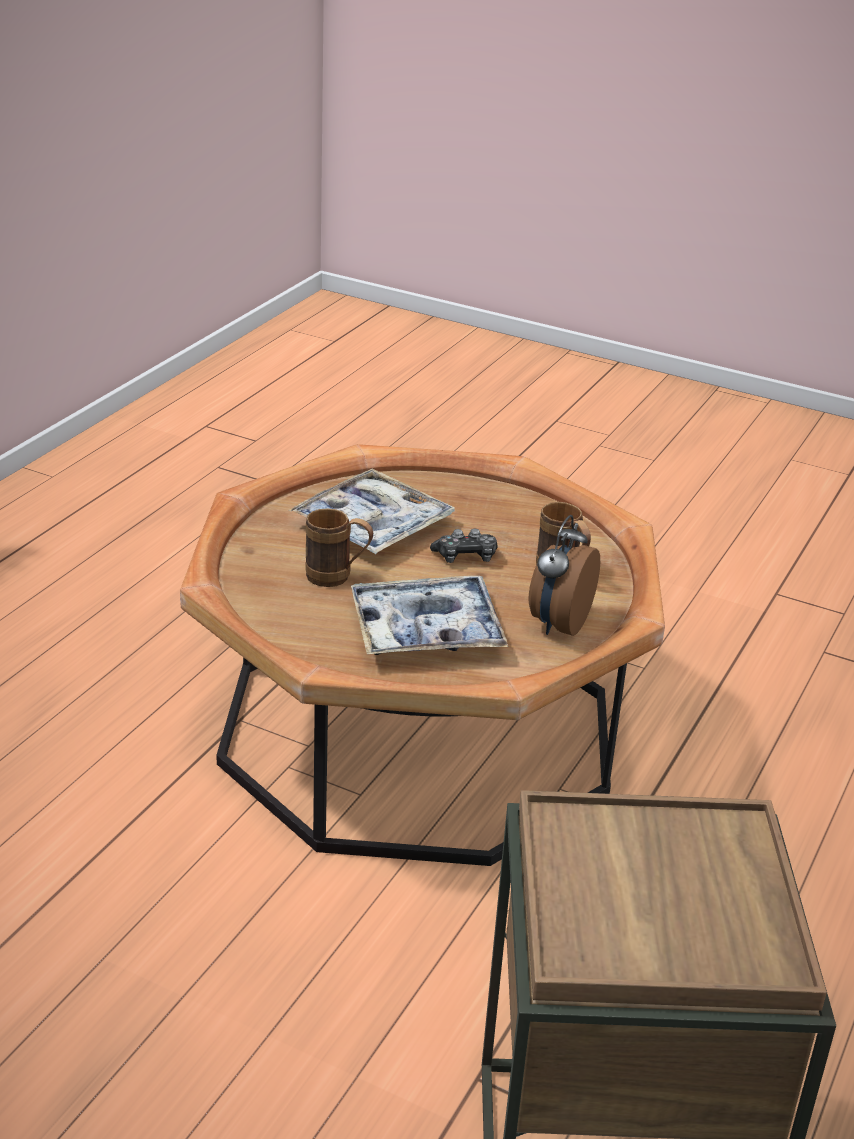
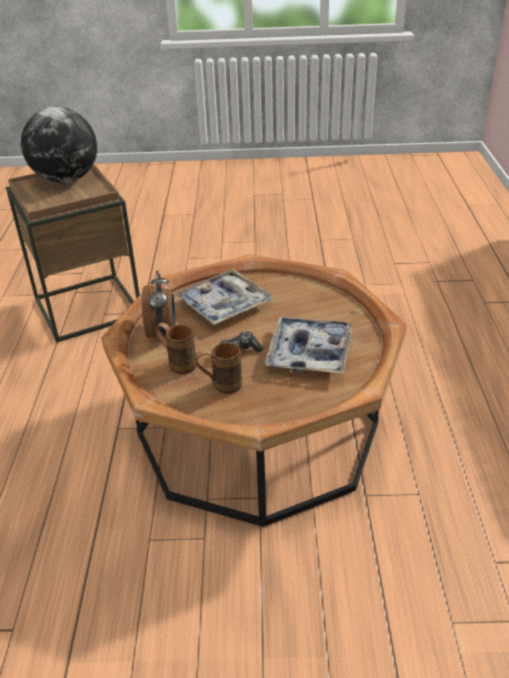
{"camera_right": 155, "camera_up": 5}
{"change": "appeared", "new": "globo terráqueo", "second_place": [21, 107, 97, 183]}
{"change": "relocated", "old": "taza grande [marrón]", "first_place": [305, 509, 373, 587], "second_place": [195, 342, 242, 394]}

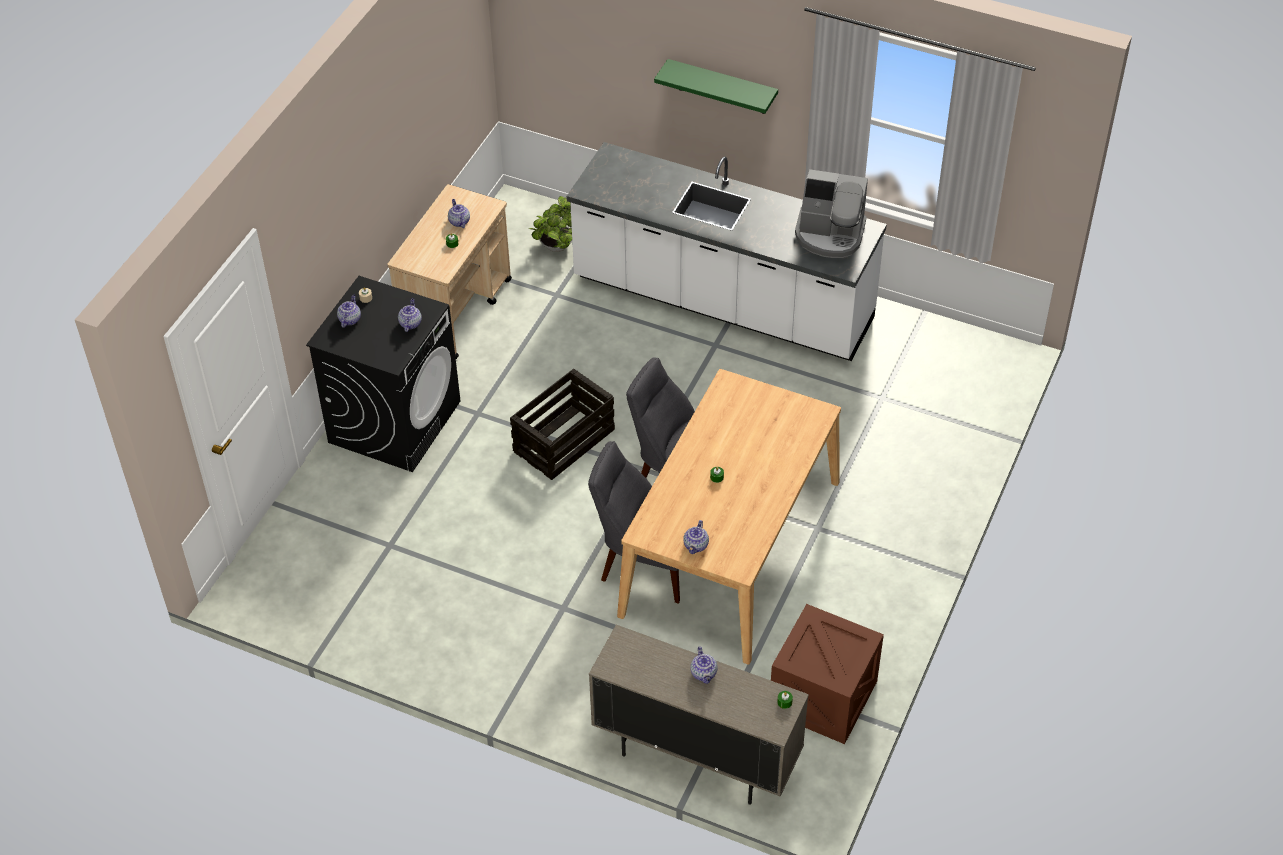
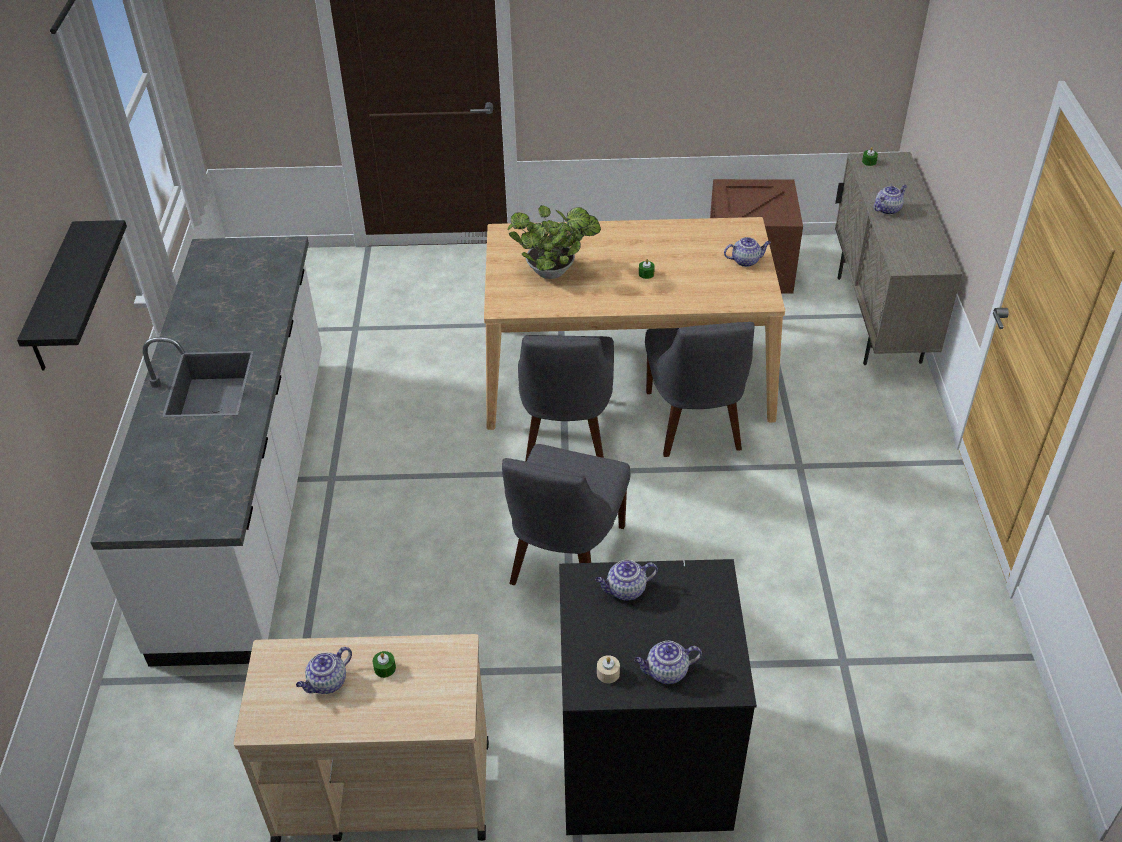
{"camera_right": -115, "camera_up": -5}
{"change": "missing", "old": "cafetera", "first_place": [795, 169, 868, 258]}
{"change": "relocated", "old": "planta en maceta", "first_place": [529, 196, 572, 252], "second_place": [507, 205, 601, 279]}
{"change": "exchanged", "old": "caja de embalaje", "new": "silla [gris]", "first_place": [510, 369, 615, 480], "second_place": [502, 444, 630, 585]}
{"change": "colour", "old": "estante [verde]", "new": "estante [negro]", "first_place": [654, 59, 778, 114], "second_place": [17, 220, 127, 371]}

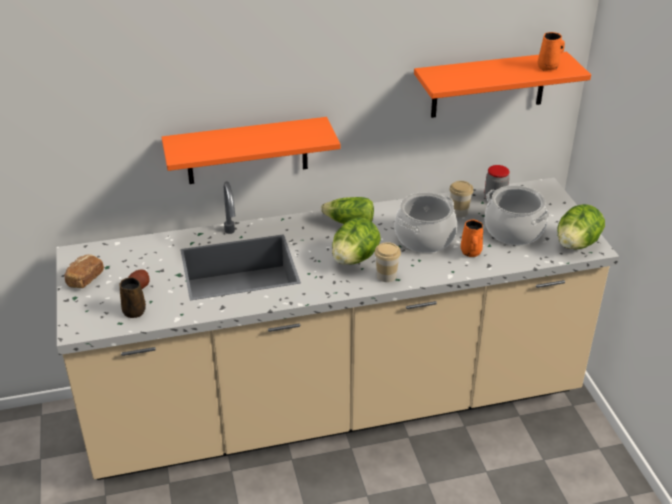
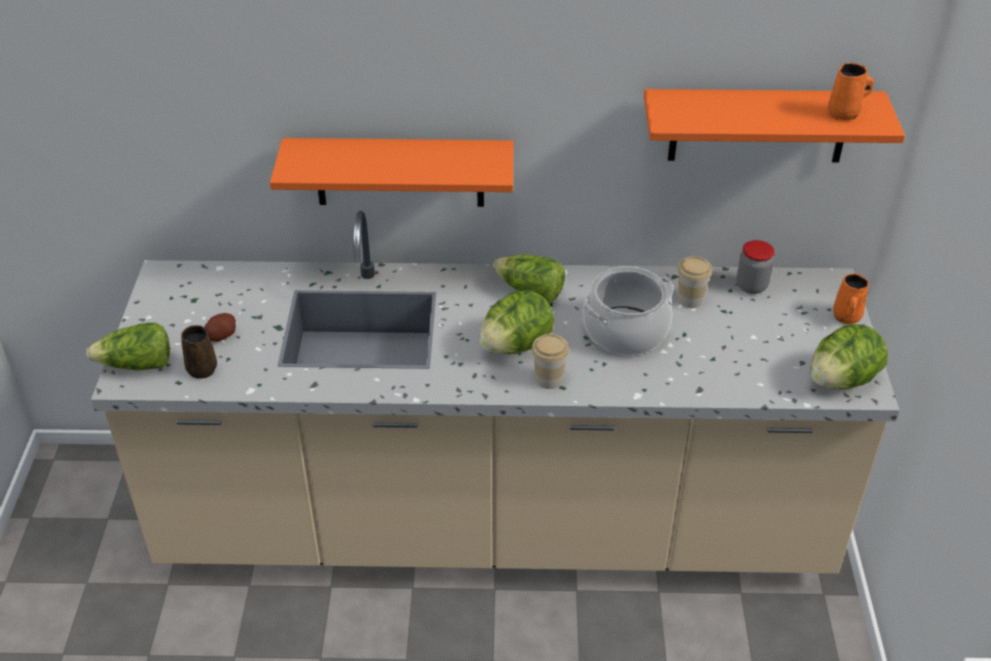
{"camera_right": 15, "camera_up": 5}
{"change": "missing", "old": "pan", "first_place": [64, 254, 104, 288]}
{"change": "missing", "old": "olla", "first_place": [485, 185, 550, 245]}
{"change": "appeared", "new": "lechuga", "second_place": [86, 323, 170, 370]}
{"change": "relocated", "old": "taza grande [naranja]", "first_place": [461, 220, 483, 257], "second_place": [833, 273, 869, 324]}

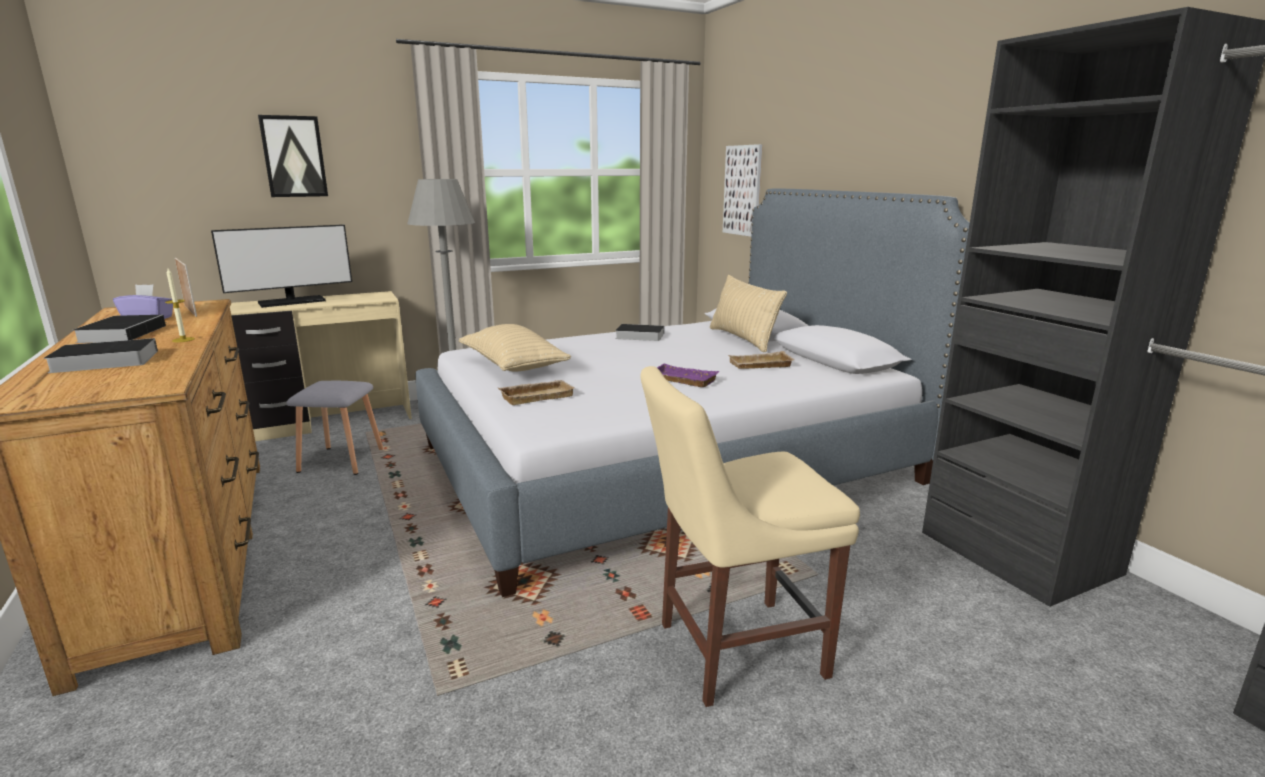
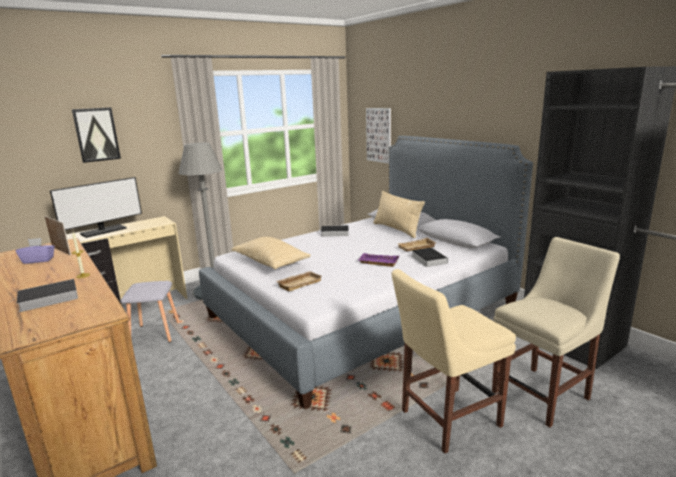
{"camera_right": -10, "camera_up": 0}
{"change": "appeared", "new": "silla [beis]", "second_place": [492, 237, 620, 428]}
{"change": "relocated", "old": "libro", "first_place": [72, 315, 166, 343], "second_place": [411, 247, 448, 267]}

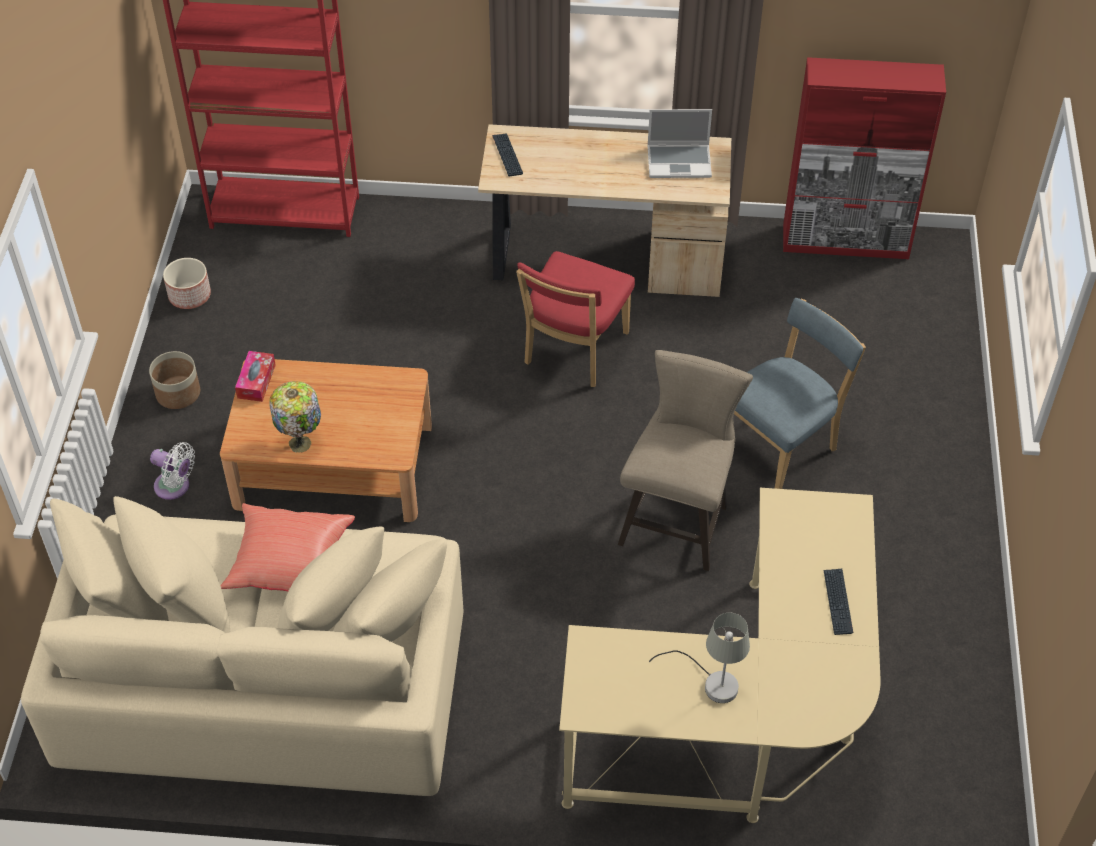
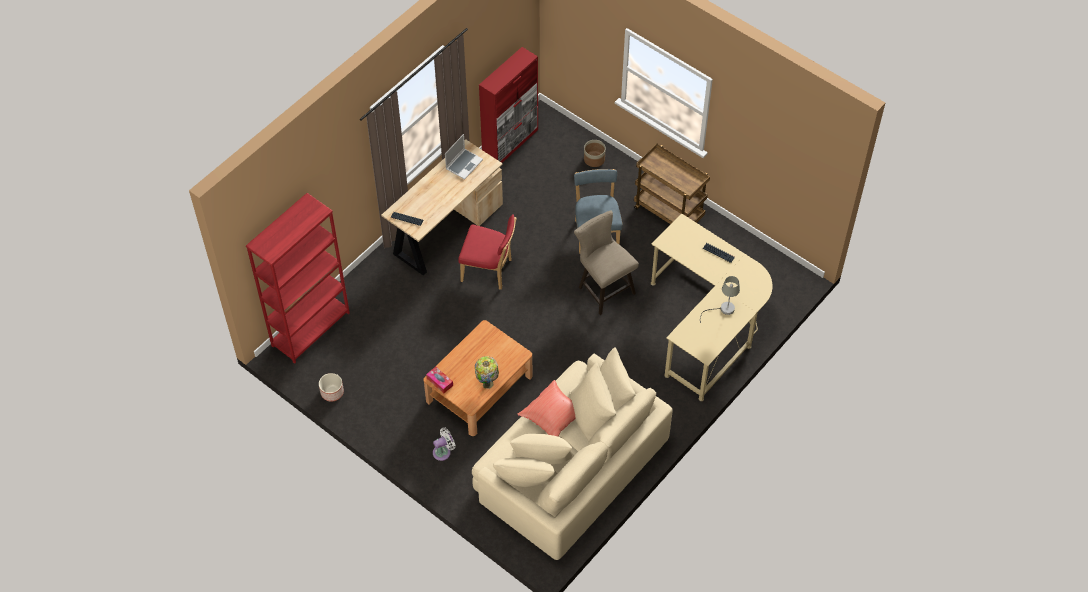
{"camera_right": -55, "camera_up": 5}
{"change": "appeared", "new": "carrito [marrón]", "second_place": [634, 143, 710, 224]}
{"change": "relocated", "old": "maceta", "first_place": [149, 351, 200, 409], "second_place": [584, 140, 606, 167]}
{"change": "spun", "old": "silla [rojo]", "first_place": [516, 251, 635, 387], "second_place": [458, 214, 517, 290], "degrees": -45}

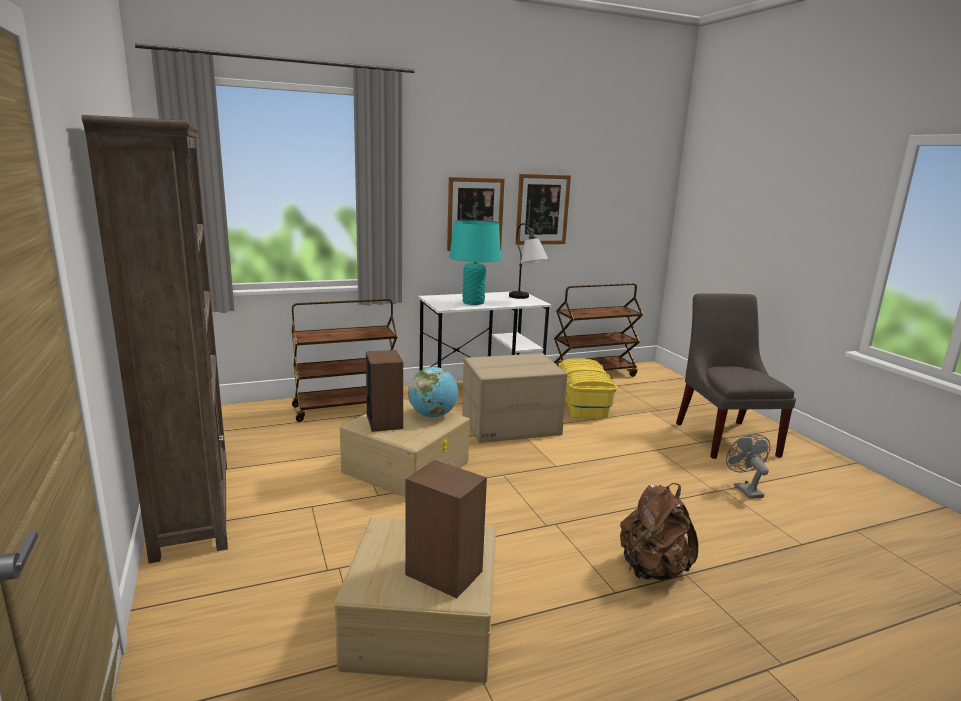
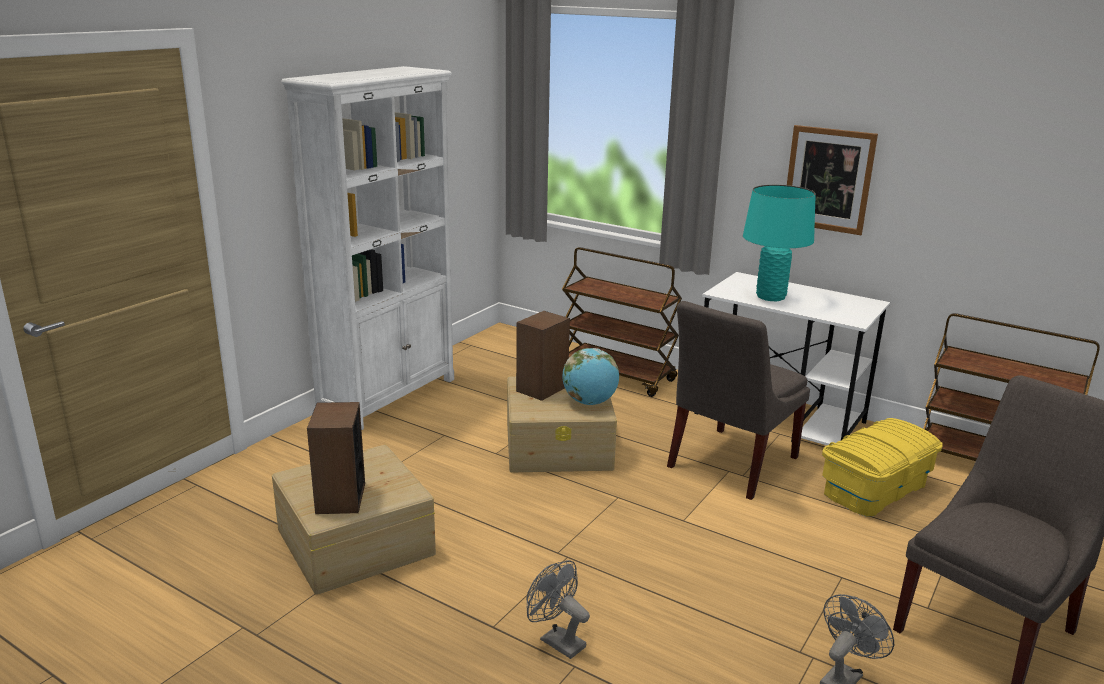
{"camera_right": 55, "camera_up": 5}
{"change": "missing", "old": "lámpara de mesa", "first_place": [509, 223, 549, 299]}
{"change": "missing", "old": "cuadro", "first_place": [516, 174, 571, 245]}
{"change": "exchanged", "old": "caja de cartón", "new": "silla [gris]", "first_place": [462, 353, 567, 443], "second_place": [667, 301, 810, 500]}
{"change": "exchanged", "old": "mochila [marrón]", "new": "ventilador [gris]", "first_place": [620, 483, 698, 580], "second_place": [526, 560, 590, 659]}
{"change": "colour", "old": "estantería [marrón]", "new": "estantería [blanco]", "first_place": [82, 115, 228, 563], "second_place": [281, 66, 454, 430]}

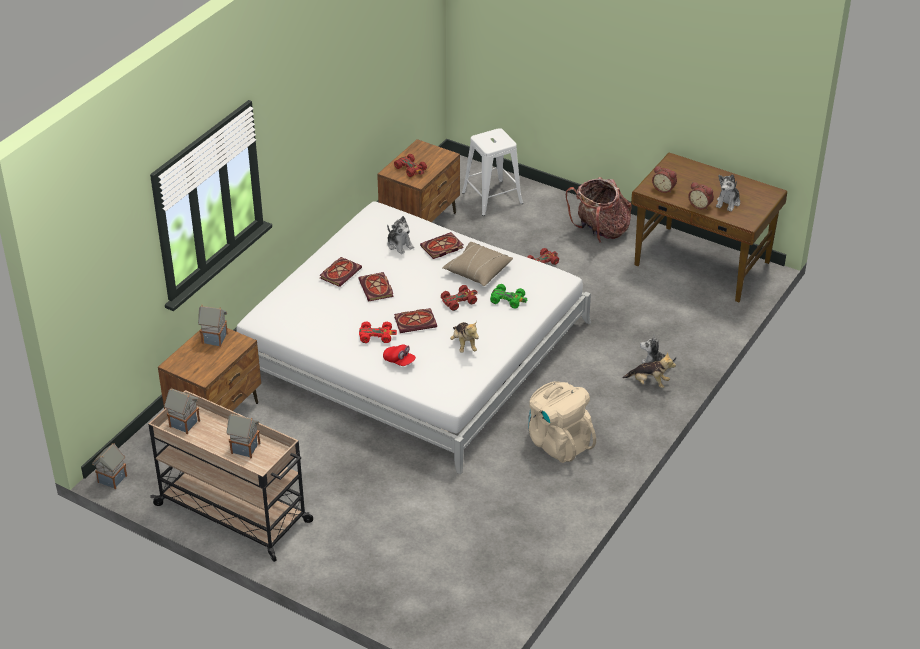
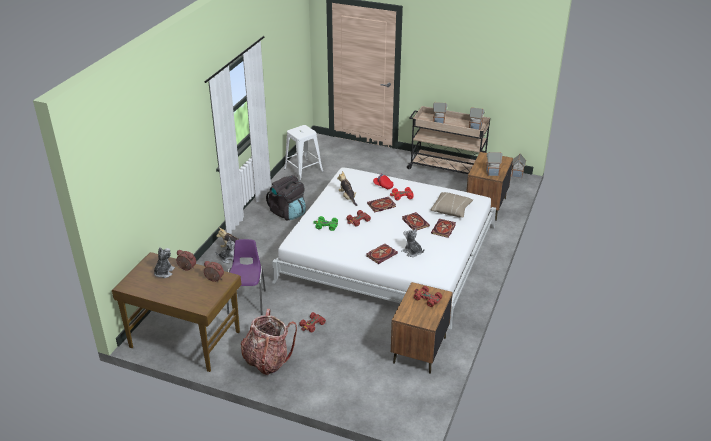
{"camera_right": 170, "camera_up": -5}
{"change": "appeared", "new": "silla [morado]", "second_place": [227, 239, 266, 315]}
{"change": "relocated", "old": "cojín [beis]", "first_place": [442, 242, 513, 286], "second_place": [431, 192, 473, 217]}
{"change": "relocated", "old": "taburete [blanco]", "first_place": [462, 128, 523, 216], "second_place": [284, 125, 324, 181]}
{"change": "colour", "old": "mochila [beis]", "new": "mochila [negro]", "first_place": [528, 381, 596, 463], "second_place": [266, 175, 306, 221]}

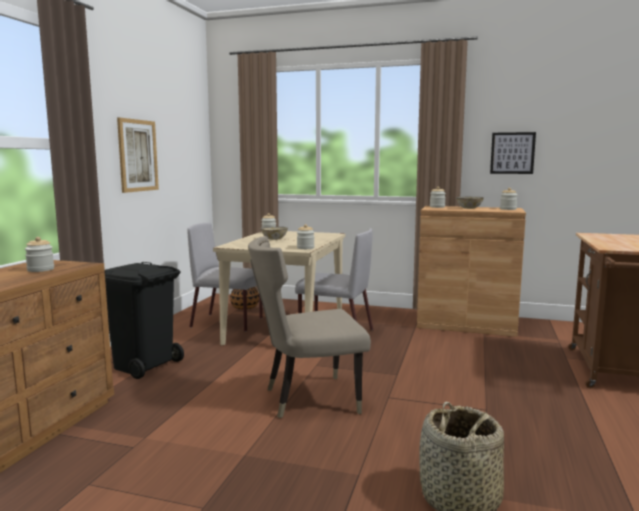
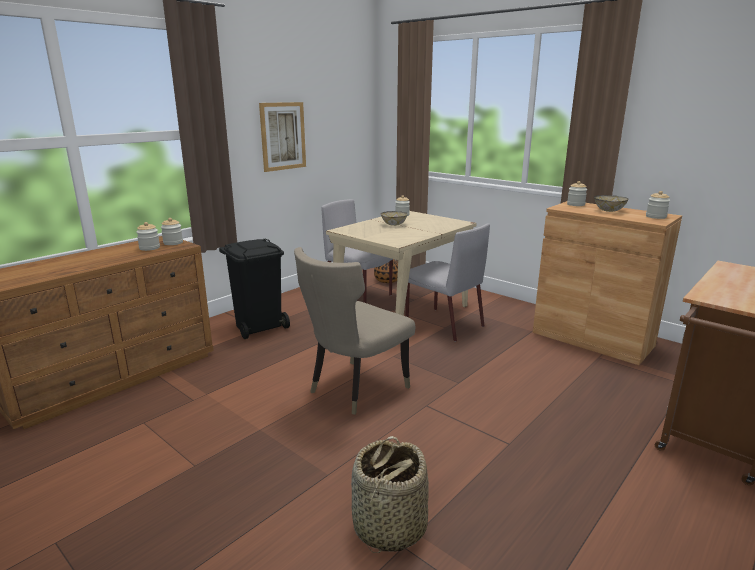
{"camera_right": 25, "camera_up": 10}
{"change": "missing", "old": "cuadro", "first_place": [490, 132, 536, 174]}
{"change": "relocated", "old": "tarro", "first_place": [297, 224, 315, 249], "second_place": [161, 218, 183, 245]}
{"change": "spun", "old": "silla [beis]", "first_place": [248, 236, 371, 418], "second_place": [294, 247, 415, 415], "degrees": -60}

